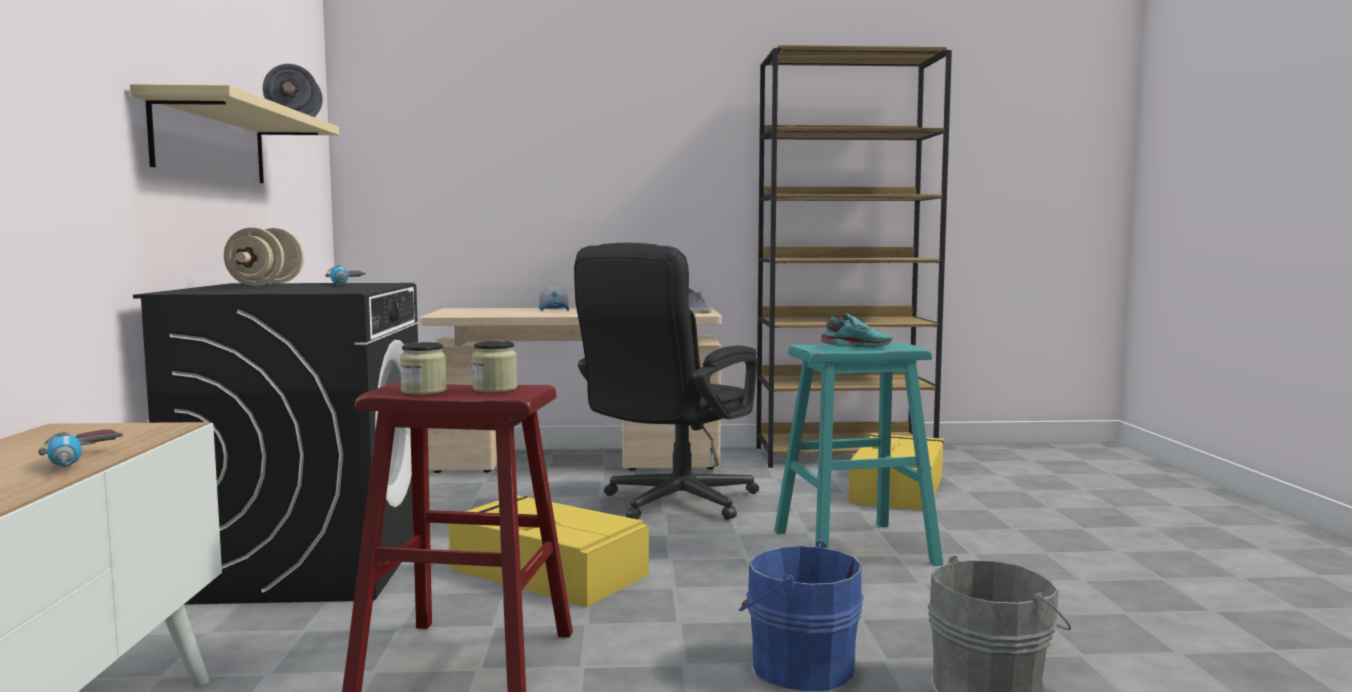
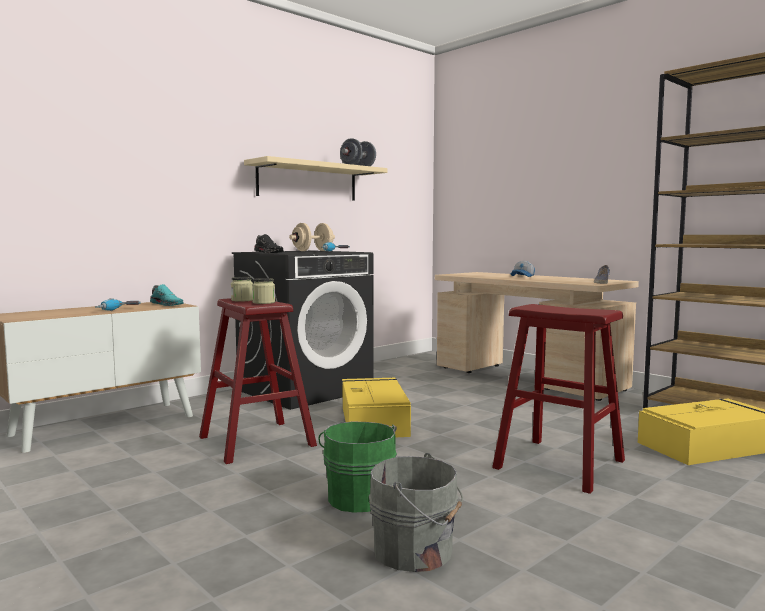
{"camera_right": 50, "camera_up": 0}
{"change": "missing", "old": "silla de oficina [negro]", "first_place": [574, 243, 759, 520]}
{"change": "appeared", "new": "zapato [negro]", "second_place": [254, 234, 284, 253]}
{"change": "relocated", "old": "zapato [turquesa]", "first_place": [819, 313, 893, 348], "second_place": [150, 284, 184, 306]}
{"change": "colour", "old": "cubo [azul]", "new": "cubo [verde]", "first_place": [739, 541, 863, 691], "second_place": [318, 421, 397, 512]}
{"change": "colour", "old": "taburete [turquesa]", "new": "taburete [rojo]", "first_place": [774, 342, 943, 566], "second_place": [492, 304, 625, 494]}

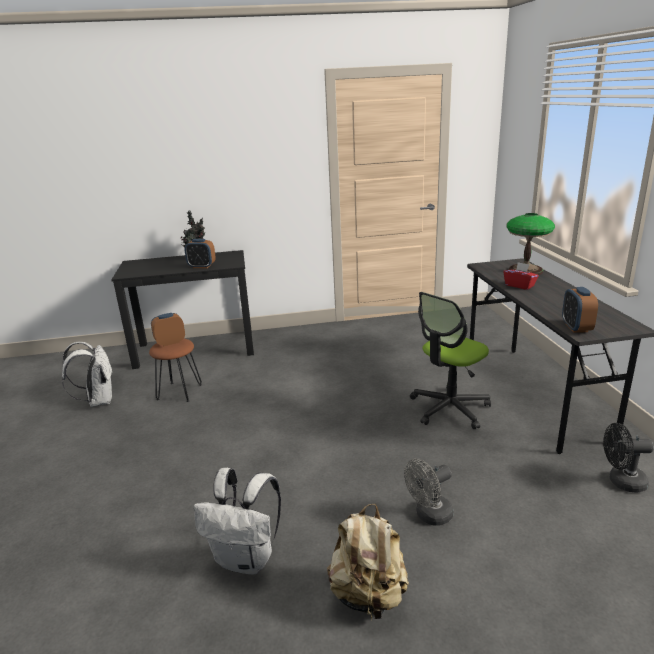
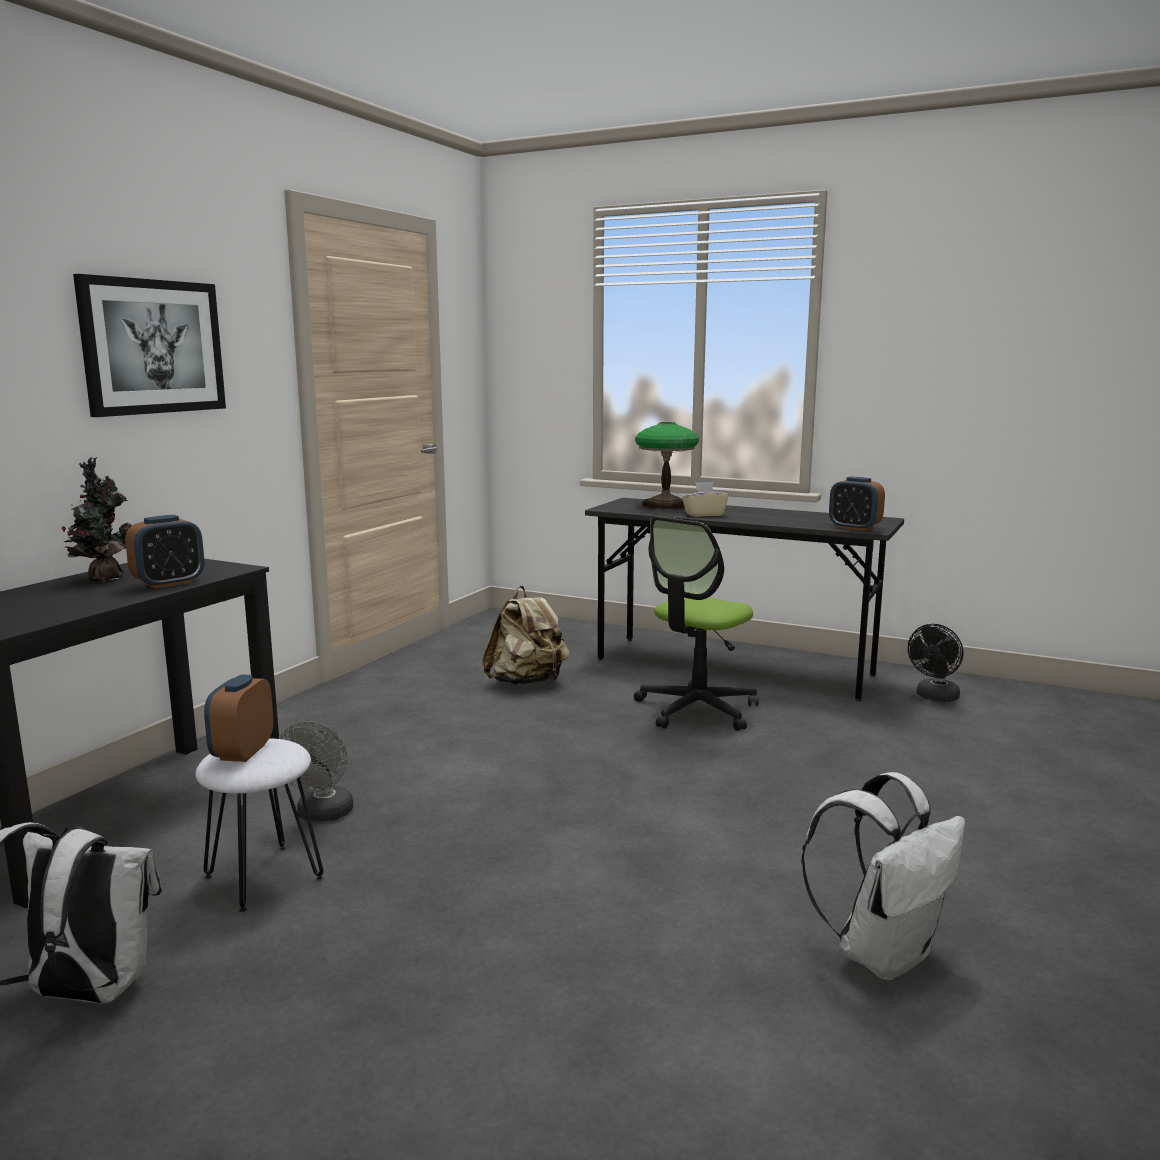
{"camera_right": -55, "camera_up": -10}
{"change": "appeared", "new": "cuadro", "second_place": [73, 274, 226, 417]}
{"change": "relocated", "old": "mochila [beis]", "first_place": [327, 504, 409, 620], "second_place": [482, 586, 569, 685]}
{"change": "relocated", "old": "ventilador [gris]", "first_place": [404, 459, 454, 525], "second_place": [279, 721, 353, 822]}
{"change": "colour", "old": "taburete [marrón]", "new": "taburete [blanco]", "first_place": [149, 338, 202, 402], "second_place": [195, 738, 323, 912]}
{"change": "colour", "old": "caja de pañuelos [rojo]", "new": "caja de pañuelos [beis]", "first_place": [503, 262, 539, 290], "second_place": [682, 482, 729, 517]}
{"change": "spun", "old": "silla de oficina", "first_place": [410, 292, 491, 429], "second_place": [634, 516, 759, 731], "degrees": 45}

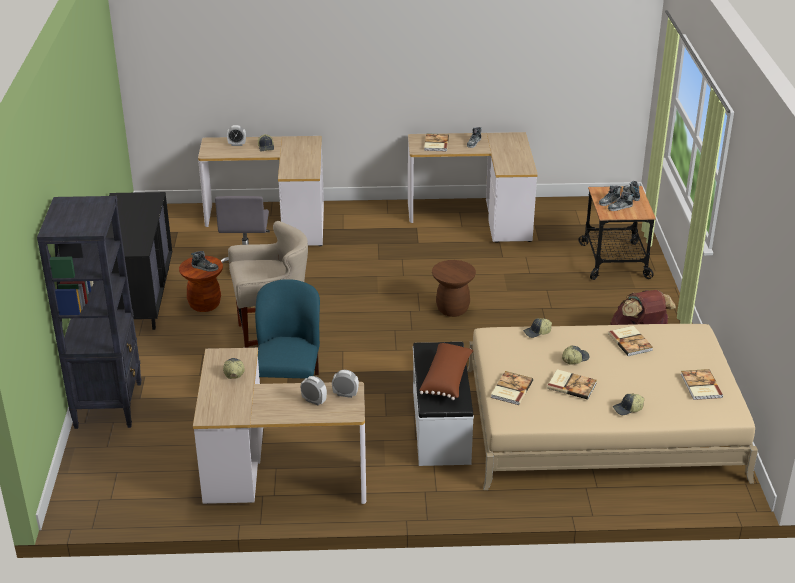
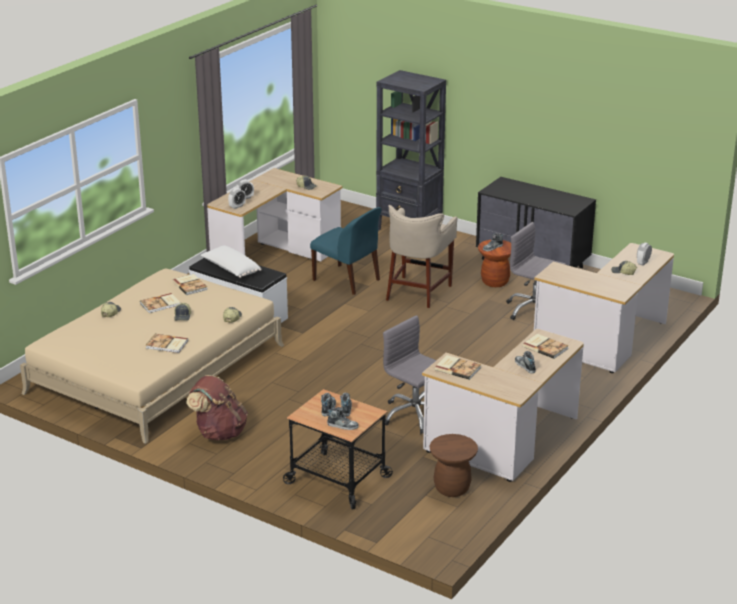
{"camera_right": 125, "camera_up": -5}
{"change": "appeared", "new": "silla de oficina [gris]", "second_place": [383, 315, 436, 434]}
{"change": "relocated", "old": "taburete [marrón]", "first_place": [432, 260, 476, 317], "second_place": [430, 434, 478, 497]}
{"change": "relocated", "old": "libro", "first_place": [681, 369, 723, 400], "second_place": [435, 355, 481, 380]}
{"change": "colour", "old": "cojín [marrón]", "new": "cojín [blanco]", "first_place": [419, 343, 474, 400], "second_place": [201, 245, 262, 278]}

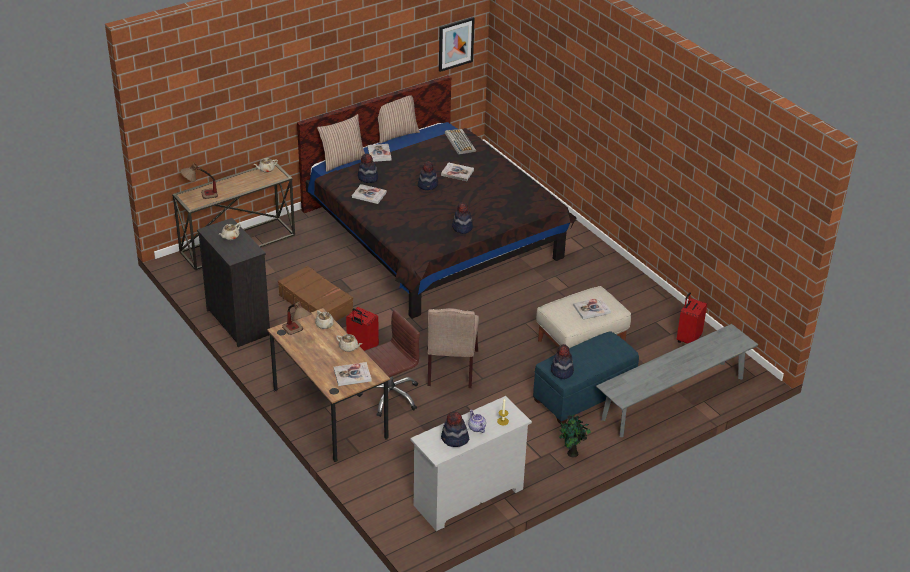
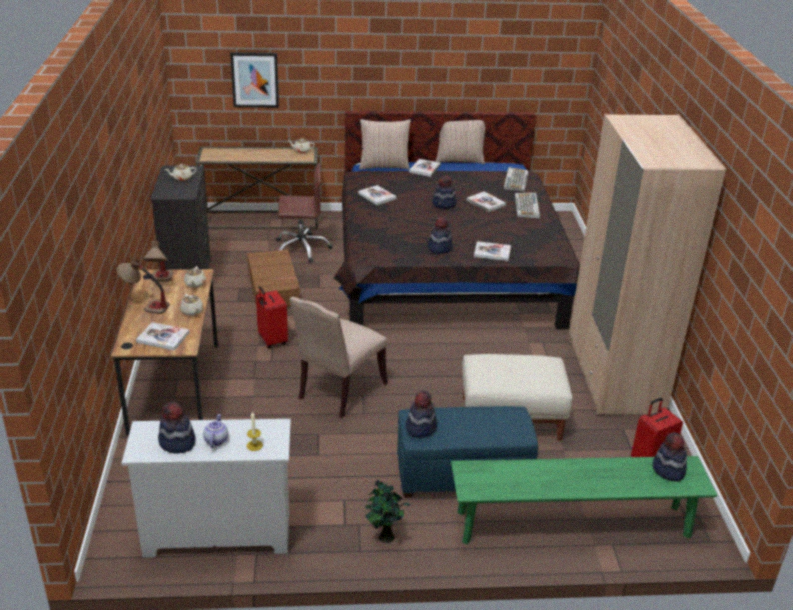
{"camera_right": 30, "camera_up": -5}
{"change": "appeared", "new": "teclado", "second_place": [515, 193, 540, 218]}
{"change": "appeared", "new": "armario ropero [beis]", "second_place": [569, 114, 726, 416]}
{"change": "relocated", "old": "lámpara de mesa", "first_place": [180, 163, 218, 199], "second_place": [117, 259, 170, 314]}
{"change": "relocated", "old": "silla de oficina [marrón]", "first_place": [357, 309, 420, 417], "second_place": [276, 163, 333, 263]}
{"change": "relocated", "old": "sombrero", "first_place": [358, 153, 378, 183], "second_place": [653, 433, 687, 481]}
{"change": "relocated", "old": "cuadro", "first_place": [439, 17, 475, 72], "second_place": [230, 52, 279, 108]}
{"change": "relocated", "old": "libro", "first_place": [573, 297, 611, 319], "second_place": [474, 241, 511, 261]}
{"change": "colour", "old": "banco [gris]", "new": "banco [verde]", "first_place": [596, 324, 758, 437], "second_place": [451, 456, 718, 544]}

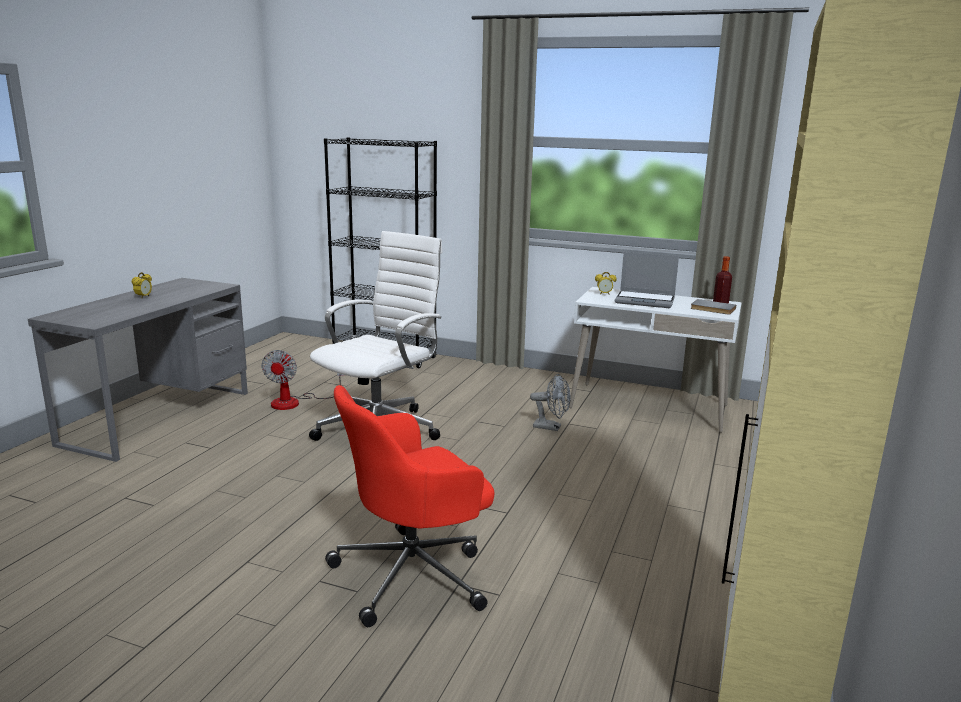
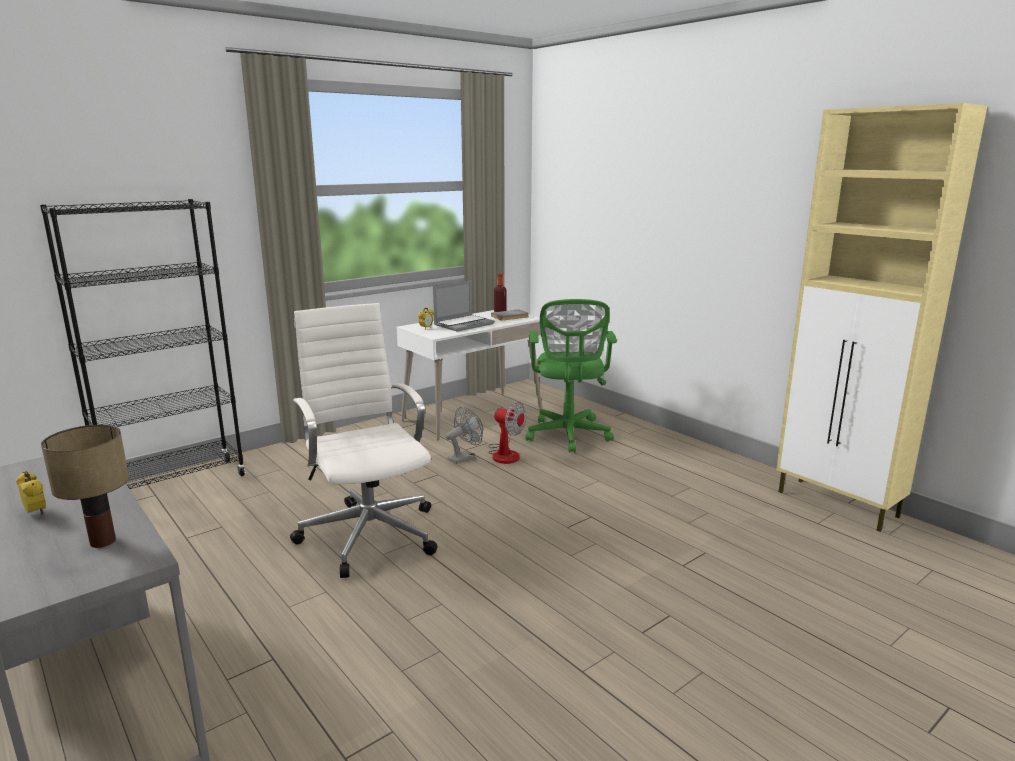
{"camera_right": -60, "camera_up": 0}
{"change": "missing", "old": "silla de oficina [rojo]", "first_place": [325, 385, 494, 627]}
{"change": "appeared", "new": "lámpara de mesa", "second_place": [41, 425, 129, 548]}
{"change": "appeared", "new": "silla de oficina [verde]", "second_place": [525, 299, 617, 453]}
{"change": "relocated", "old": "ventilador", "first_place": [261, 350, 344, 410], "second_place": [488, 402, 527, 464]}

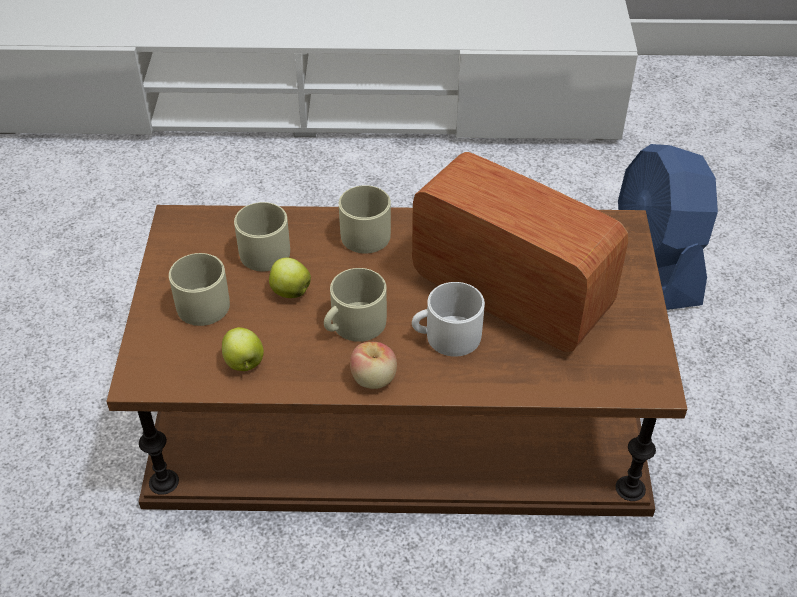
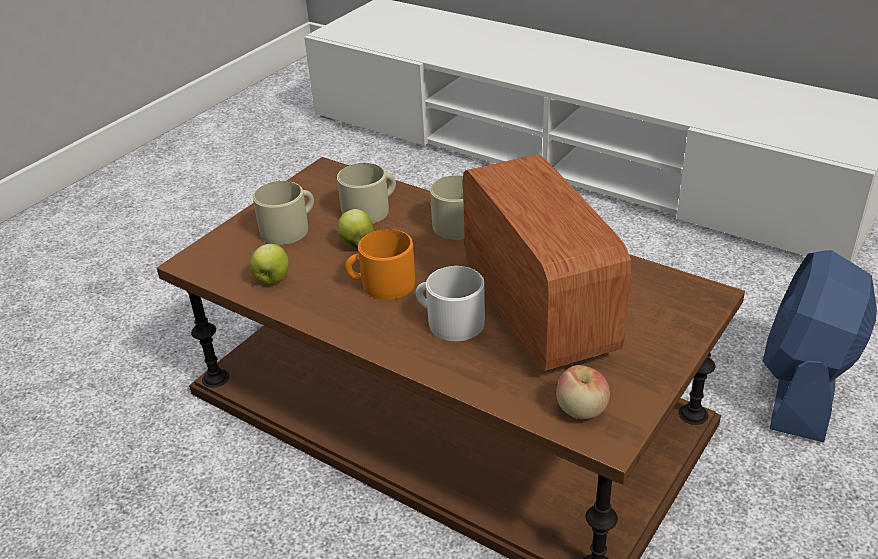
{"camera_right": 35, "camera_up": -10}
{"change": "relocated", "old": "manzana", "first_place": [350, 342, 397, 389], "second_place": [556, 365, 610, 419]}
{"change": "colour", "old": "taza grande [beis]", "new": "taza grande [naranja]", "first_place": [324, 268, 387, 342], "second_place": [345, 229, 415, 300]}

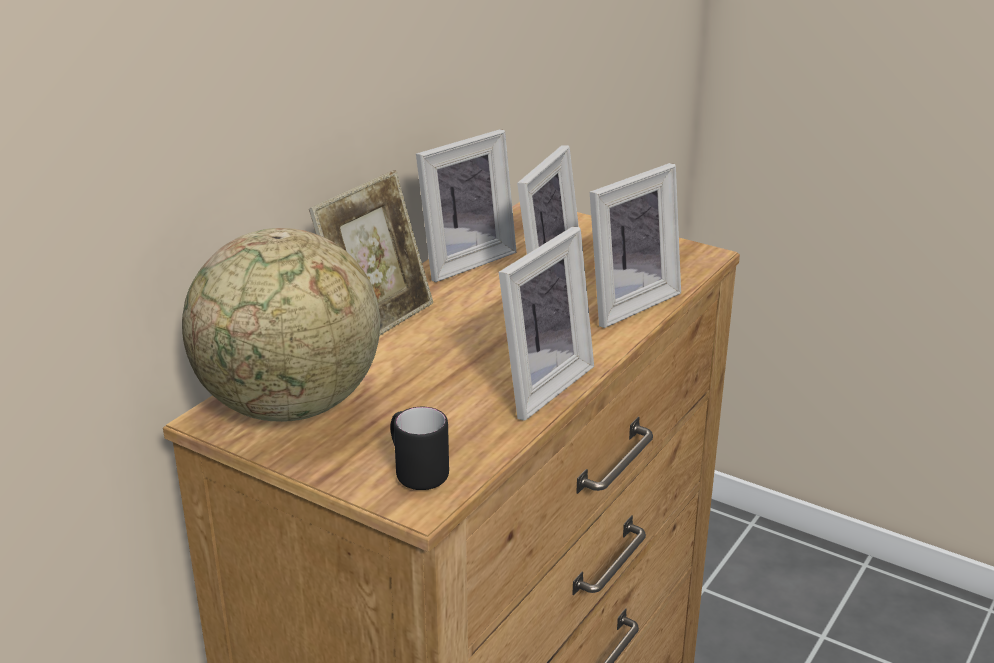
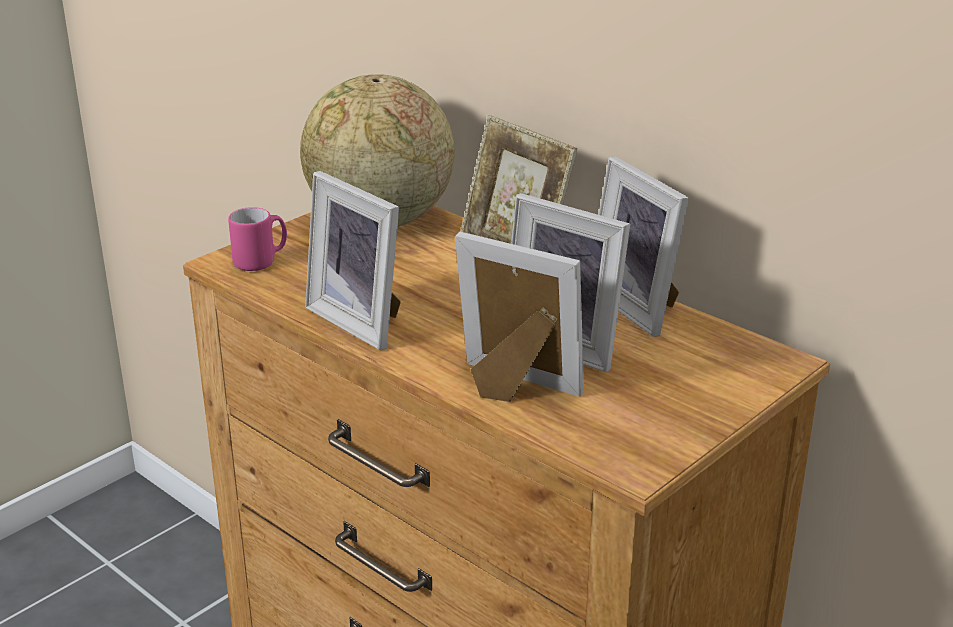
{"camera_right": 100, "camera_up": 0}
{"change": "colour", "old": "taza grande [negro]", "new": "taza grande [rosa]", "first_place": [390, 407, 449, 490], "second_place": [228, 207, 287, 271]}
{"change": "spun", "old": "portarretratos", "first_place": [590, 163, 681, 328], "second_place": [455, 232, 584, 402], "degrees": 150}

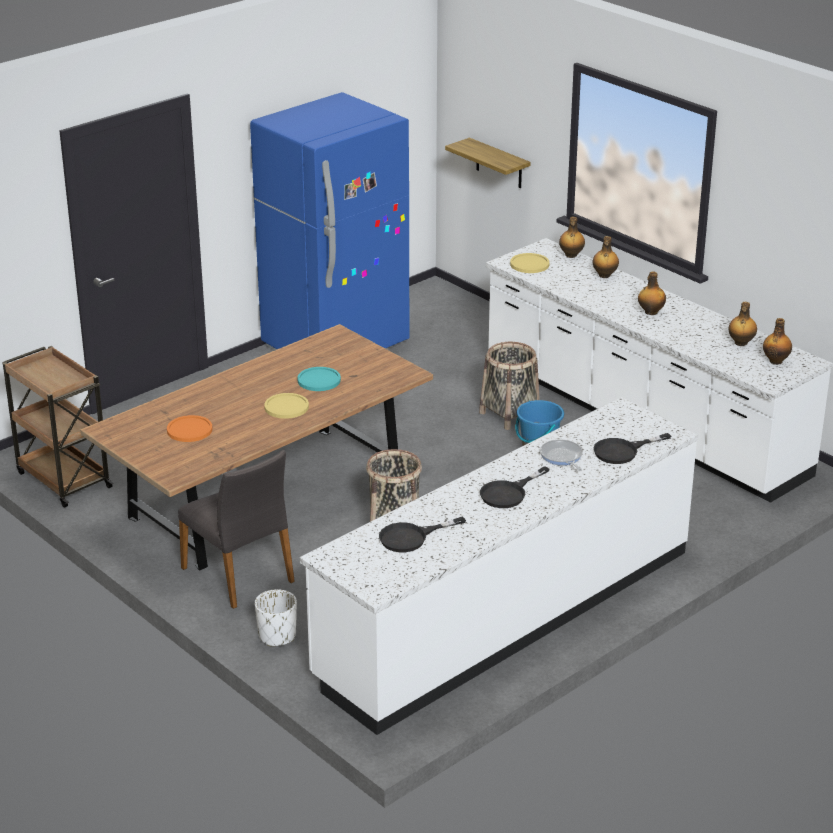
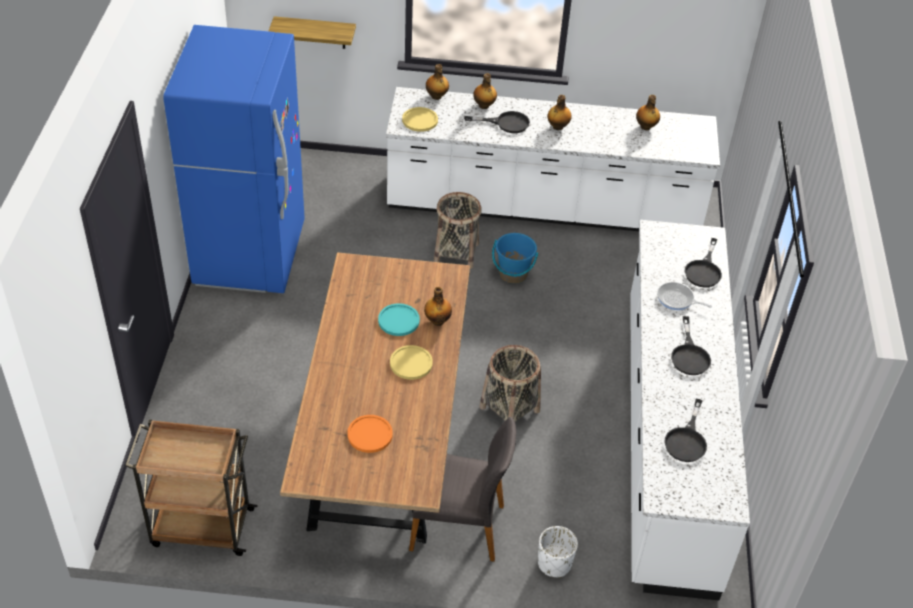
{"camera_right": -45, "camera_up": 15}
{"change": "appeared", "new": "sartén [negro]", "second_place": [464, 111, 530, 133]}
{"change": "relocated", "old": "botella", "first_place": [763, 318, 792, 365], "second_place": [424, 287, 452, 326]}

